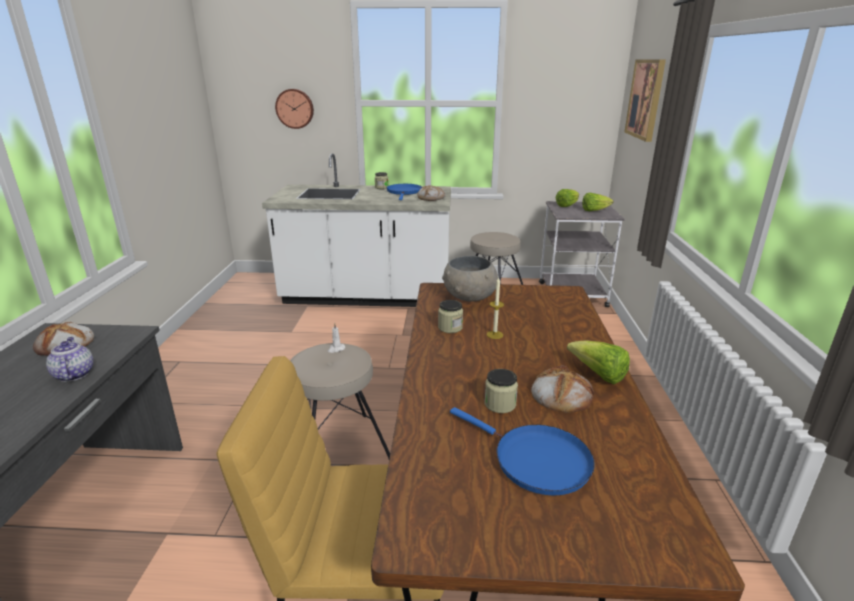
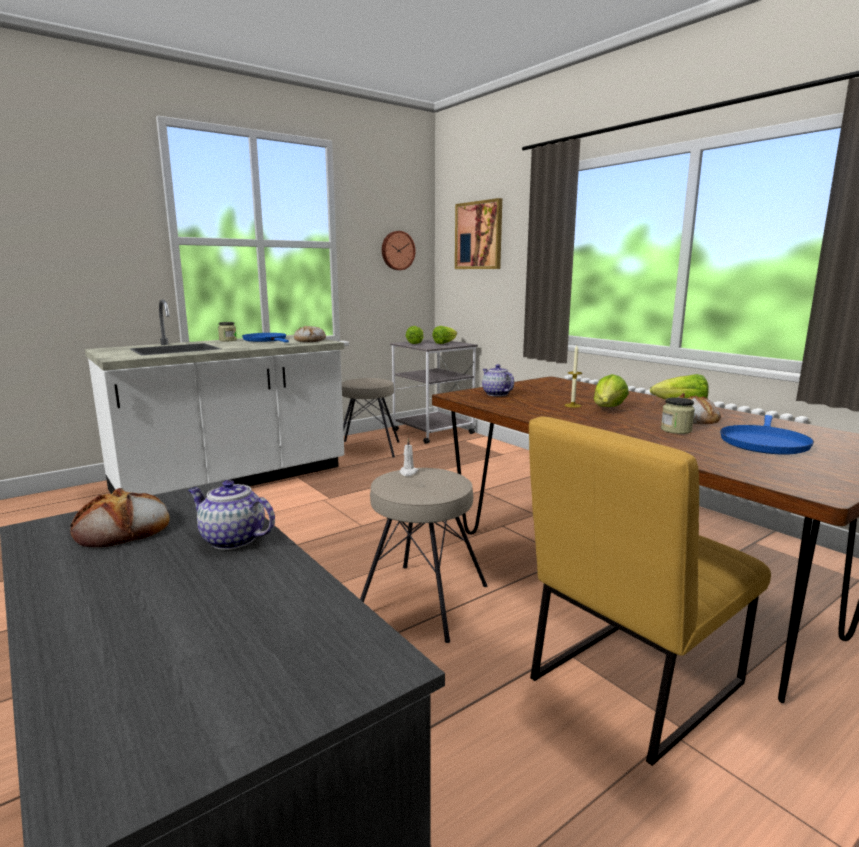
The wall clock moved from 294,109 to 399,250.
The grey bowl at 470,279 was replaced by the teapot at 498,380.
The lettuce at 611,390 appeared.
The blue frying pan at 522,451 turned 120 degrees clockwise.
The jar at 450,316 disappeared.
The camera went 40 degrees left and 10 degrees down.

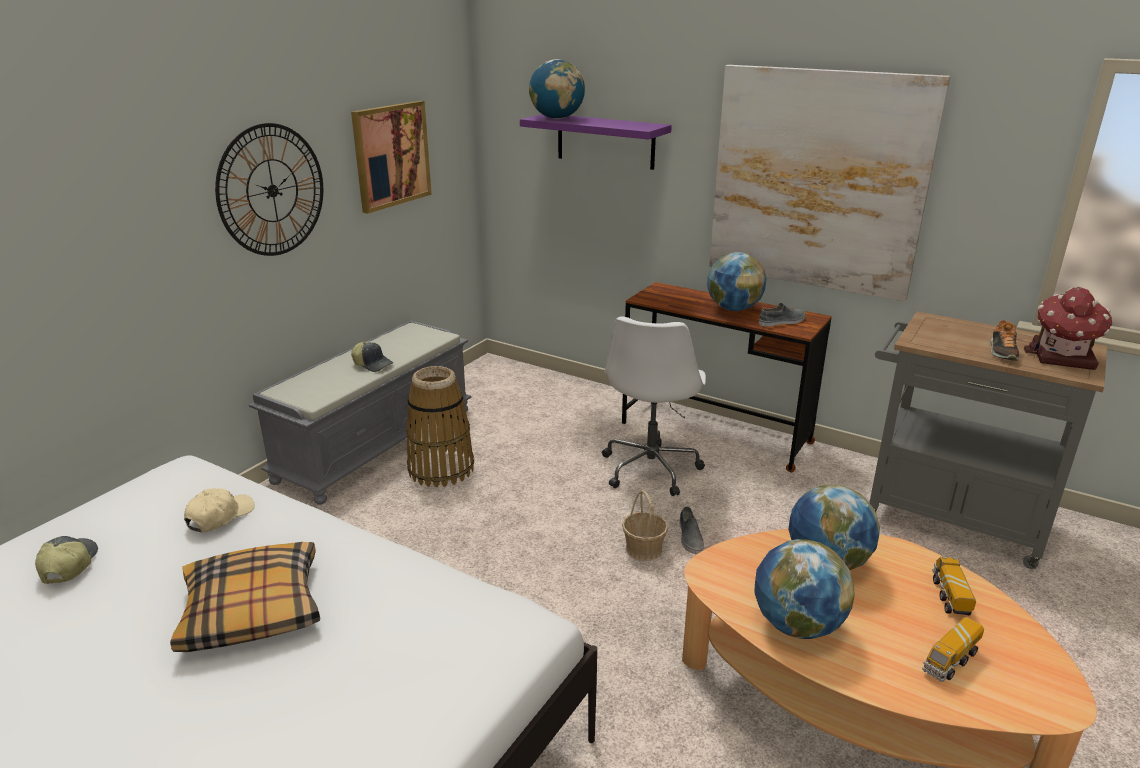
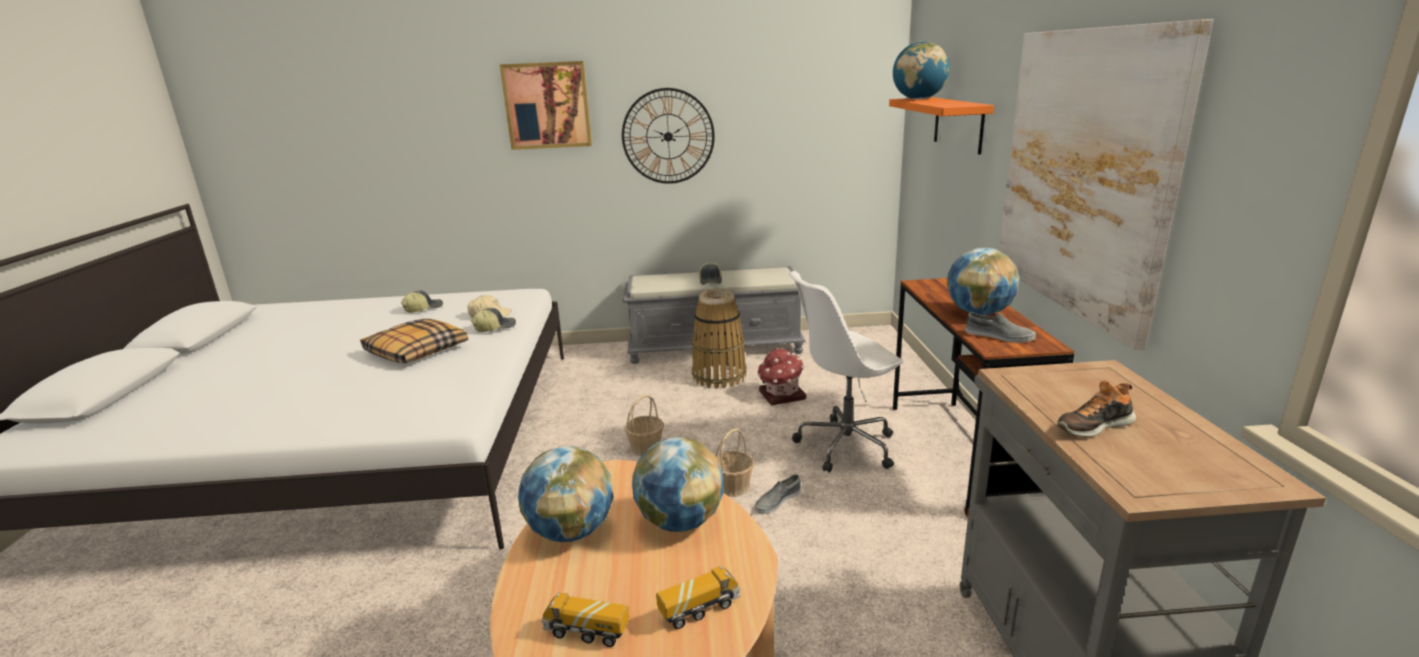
The cap at 493,320 appeared.
The picture moved from 391,157 to 546,105.
The basket at 644,425 appeared.
The toy house moved from 1068,328 to 782,376.
The purple shelf at 596,142 became the orange shelf at 941,126.
The camera went 55 degrees right and 5 degrees down.

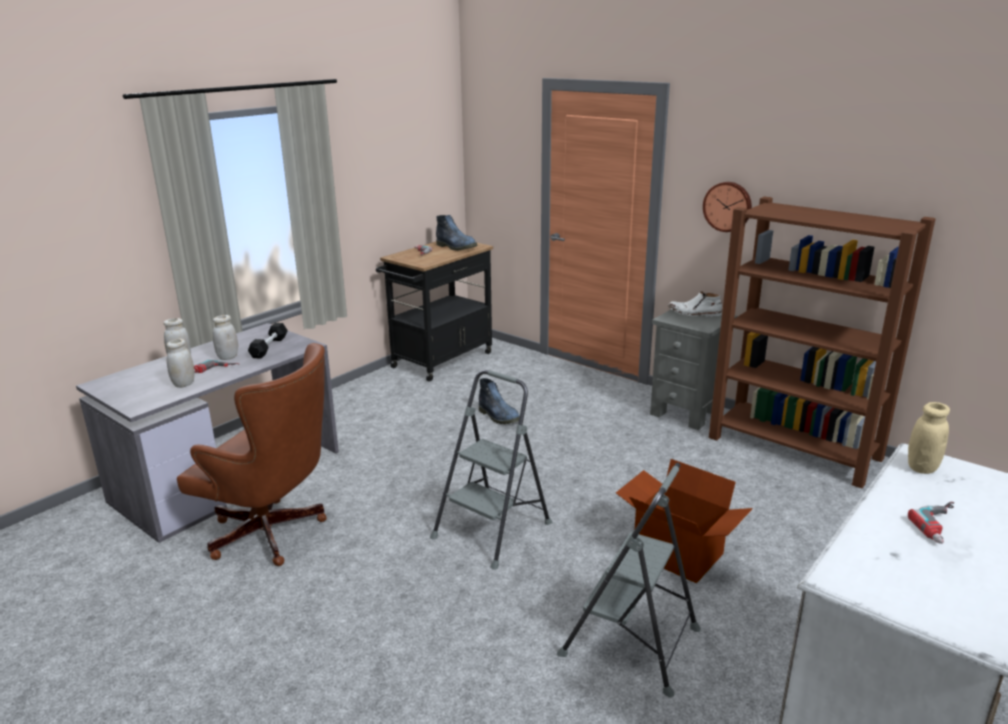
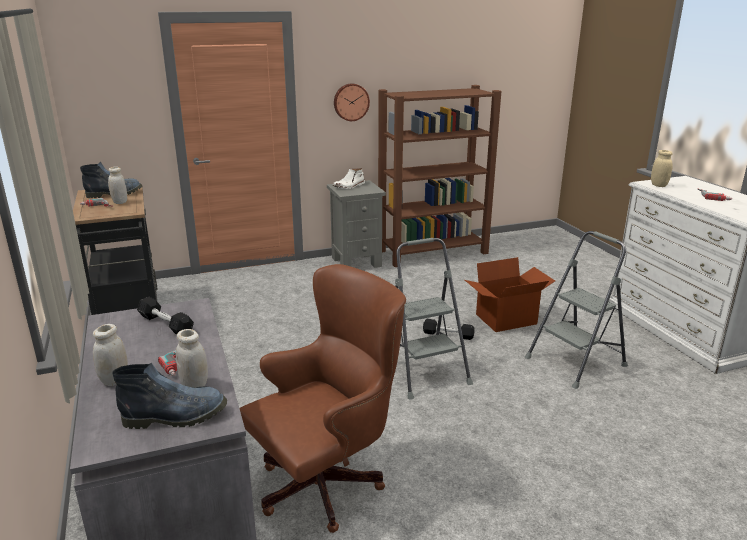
The white jar moved from 225,337 to 117,185.
The boot moved from 499,401 to 169,396.
The black dumbbell at 449,329 appeared.
The camera went 60 degrees left and 0 degrees up.

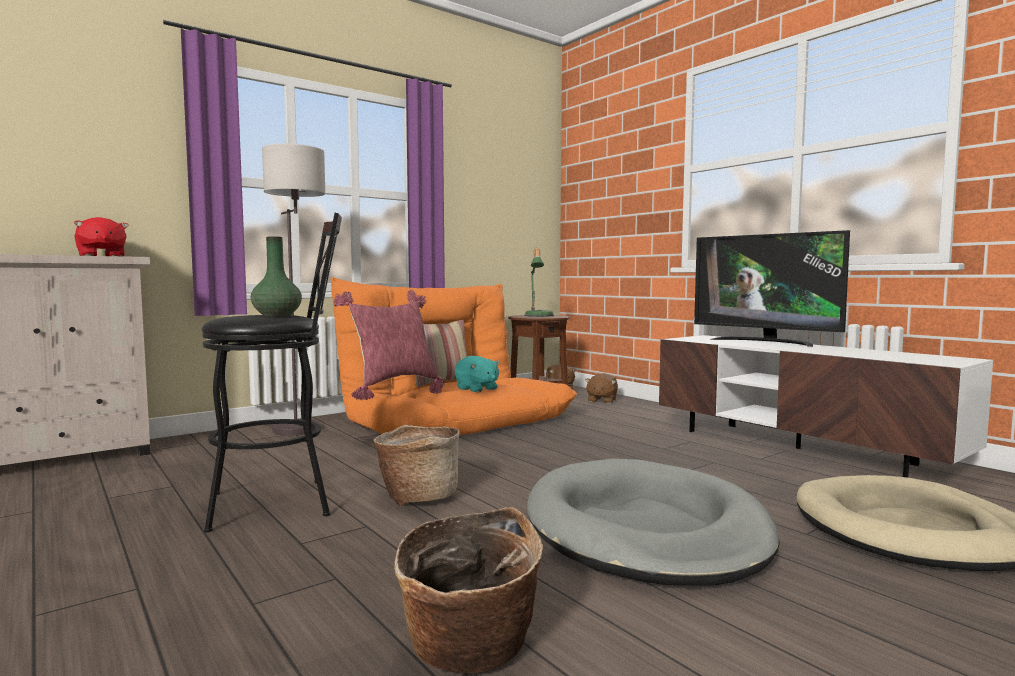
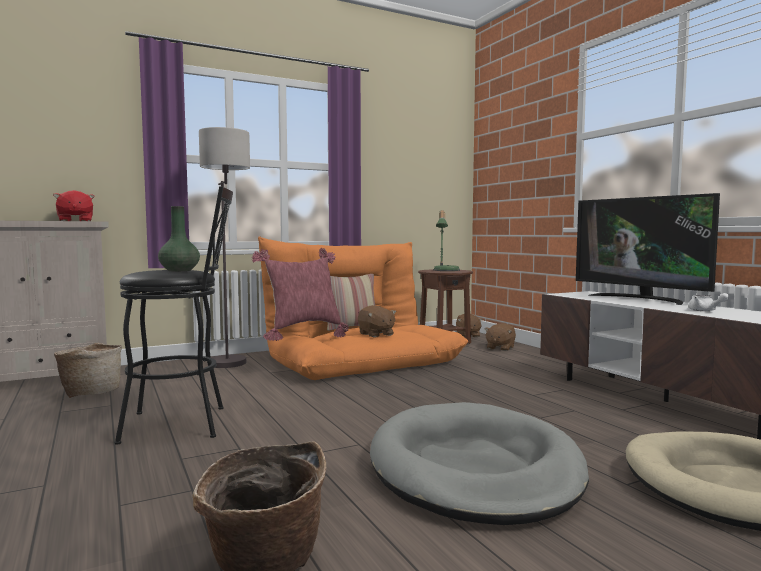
The basket moved from 416,465 to 88,370.
The turquoise plush toy at 477,374 became the brown plush toy at 377,321.
The white teapot at 708,302 appeared.
The camera went 10 degrees right and 0 degrees up.

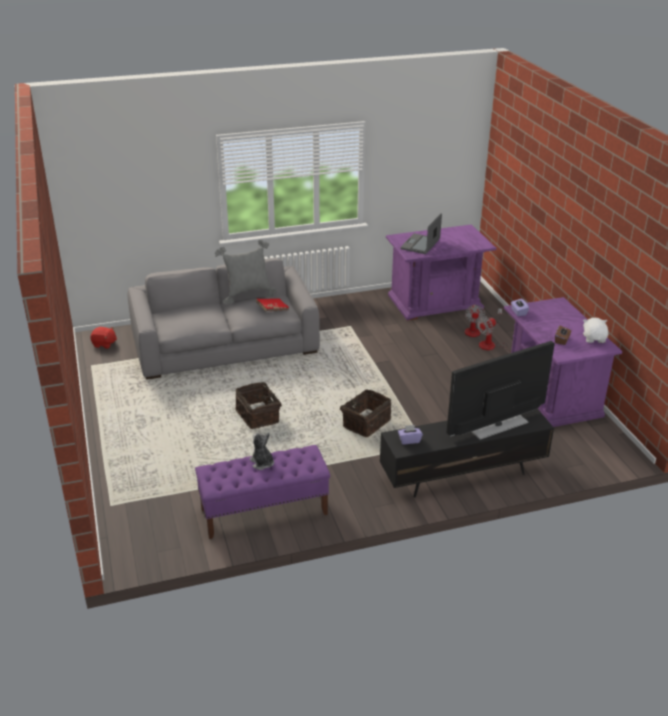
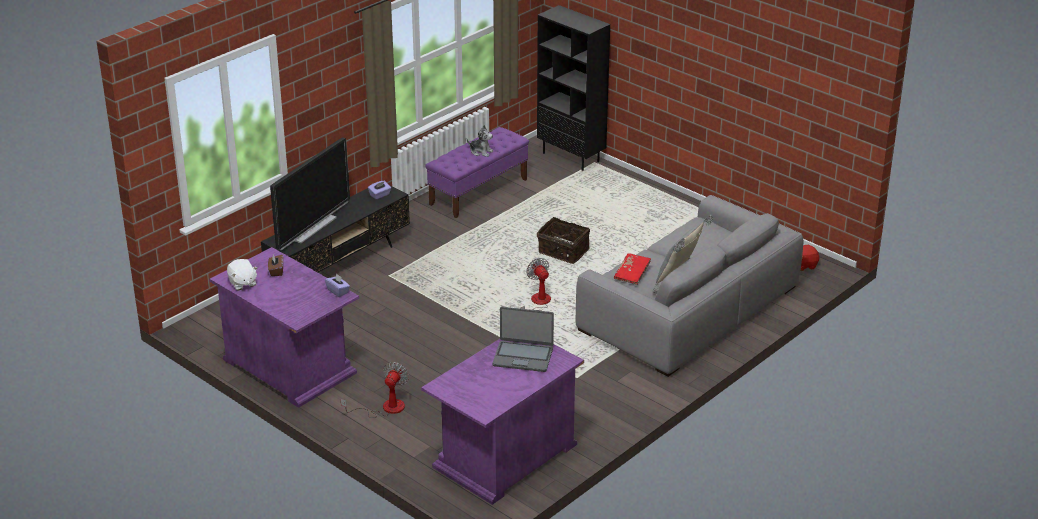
The laptop at 421,233 turned 105 degrees clockwise.
The fan moved from 483,320 to 535,284.
The black bookcase at 573,88 appeared.
The basket at 363,413 disappeared.
The camera went 150 degrees right and 0 degrees up.

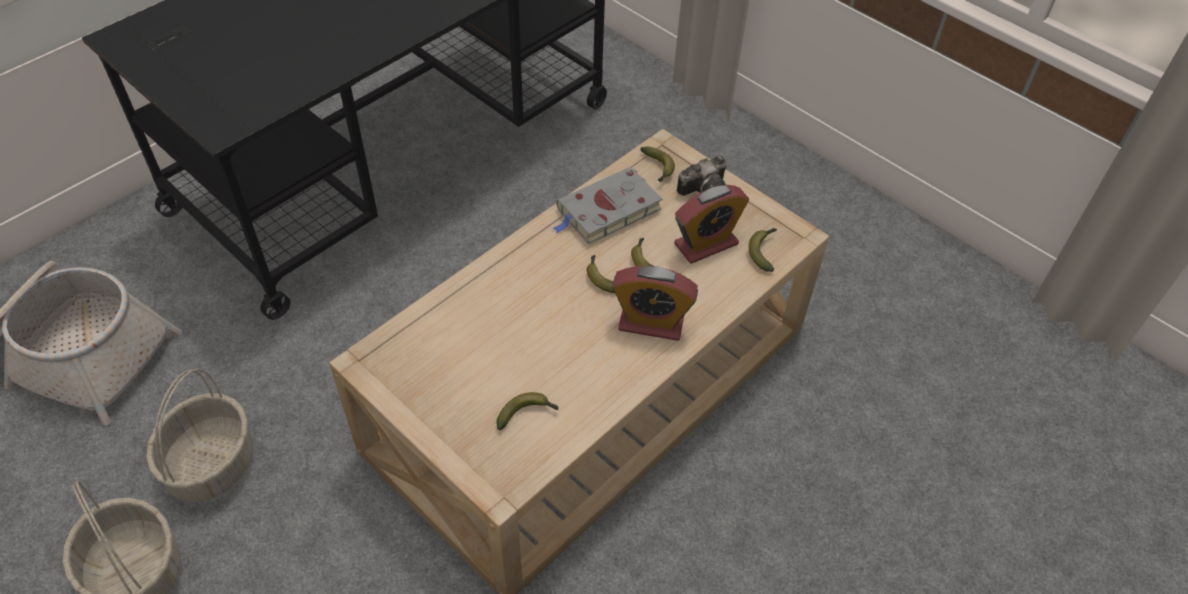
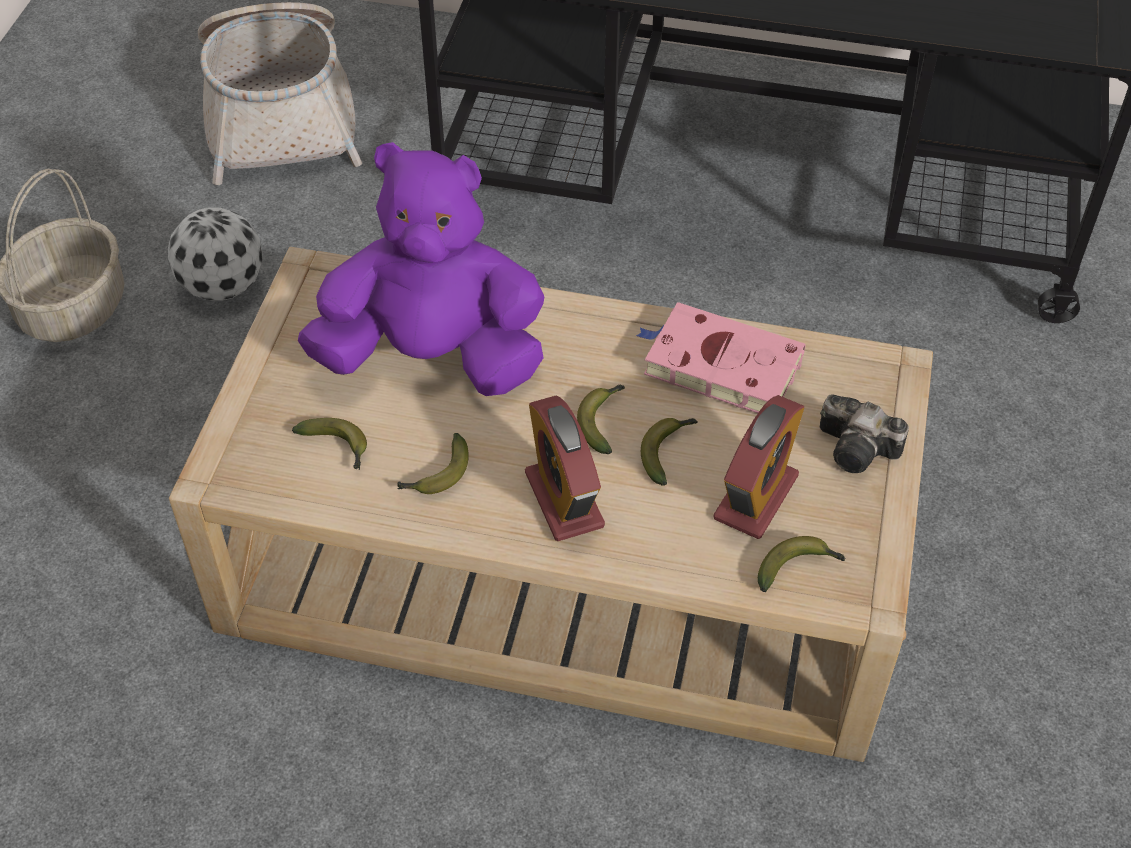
The basket at 199,435 was replaced by the football at 215,254.
The purple plush toy at 421,269 appeared.
The banana moved from 657,164 to 433,463.
The grey book at 607,205 became the pink book at 721,357.
The alarm clock at 711,224 turned 90 degrees counterclockwise.
The camera went 60 degrees right and 0 degrees up.

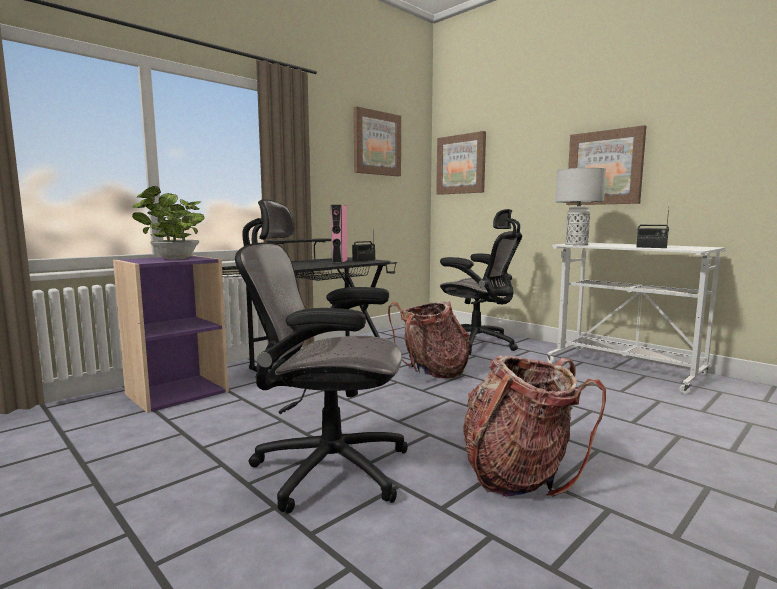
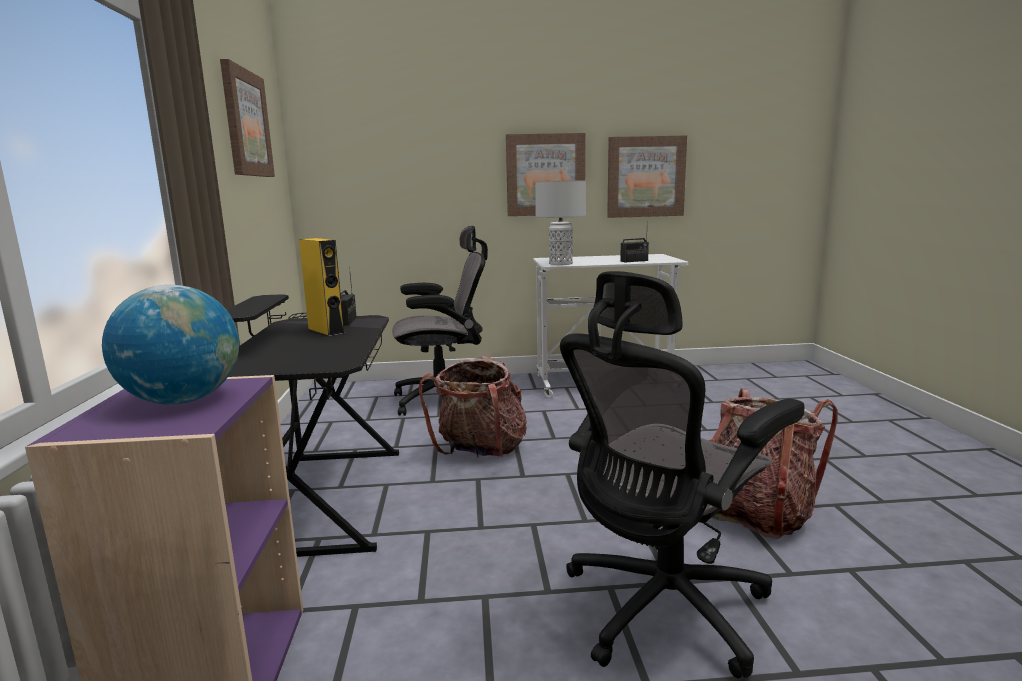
The potted plant at 168,222 was replaced by the globe at 170,344.
The pink speaker at 339,234 became the yellow speaker at 321,287.
The picture moved from 461,163 to 647,176.
The camera went 50 degrees left and 5 degrees up.

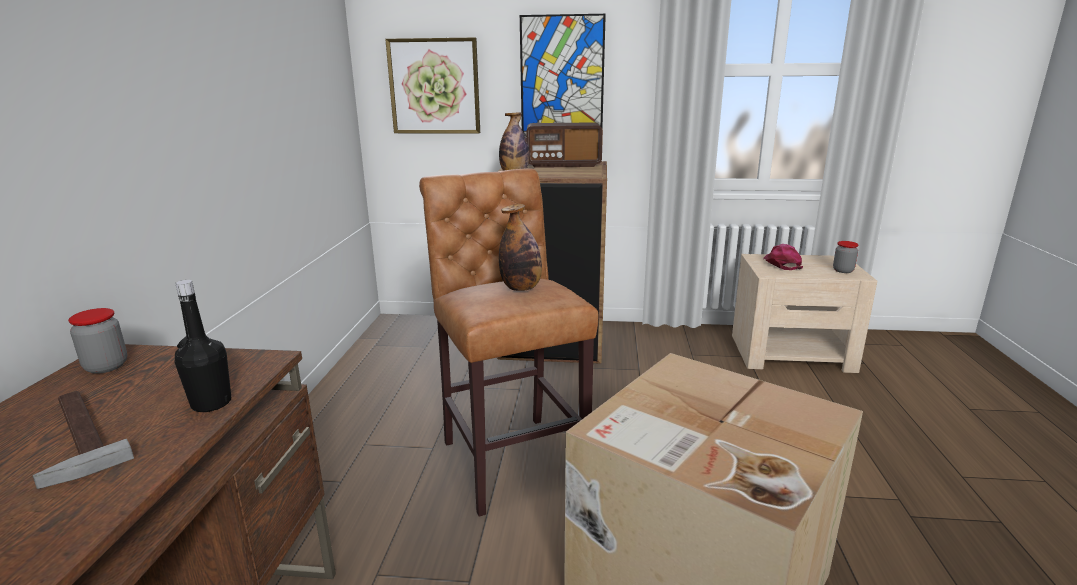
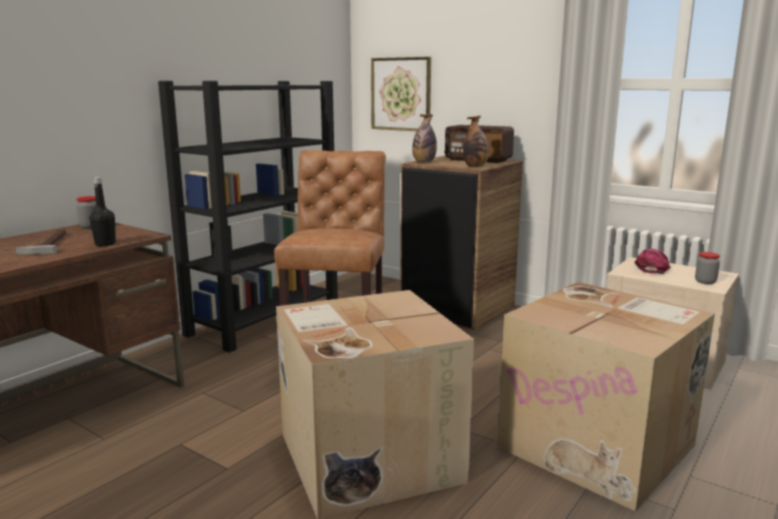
The black bookcase at 248,217 appeared.
The bottle moved from 520,247 to 476,141.
The cardboard box at 606,396 appeared.
The picture at 563,76 disappeared.
The camera went 30 degrees right and 5 degrees down.

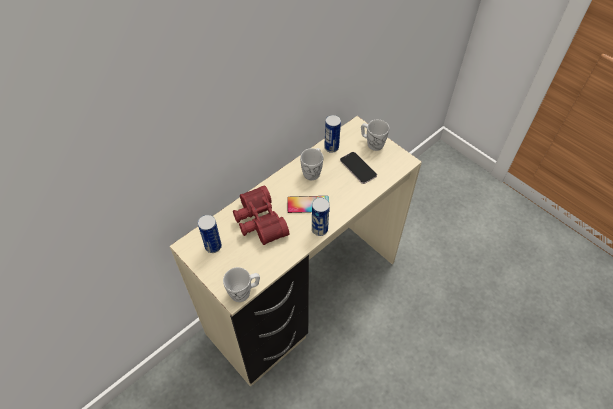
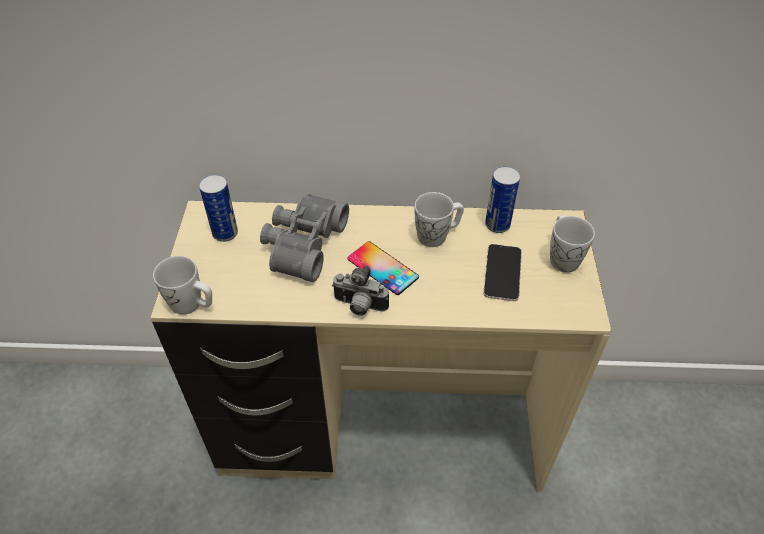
The red binoculars at 261,215 became the grey binoculars at 304,238.
The can at 321,217 was replaced by the photo camera at 360,290.
The camera went 45 degrees right and 5 degrees down.

